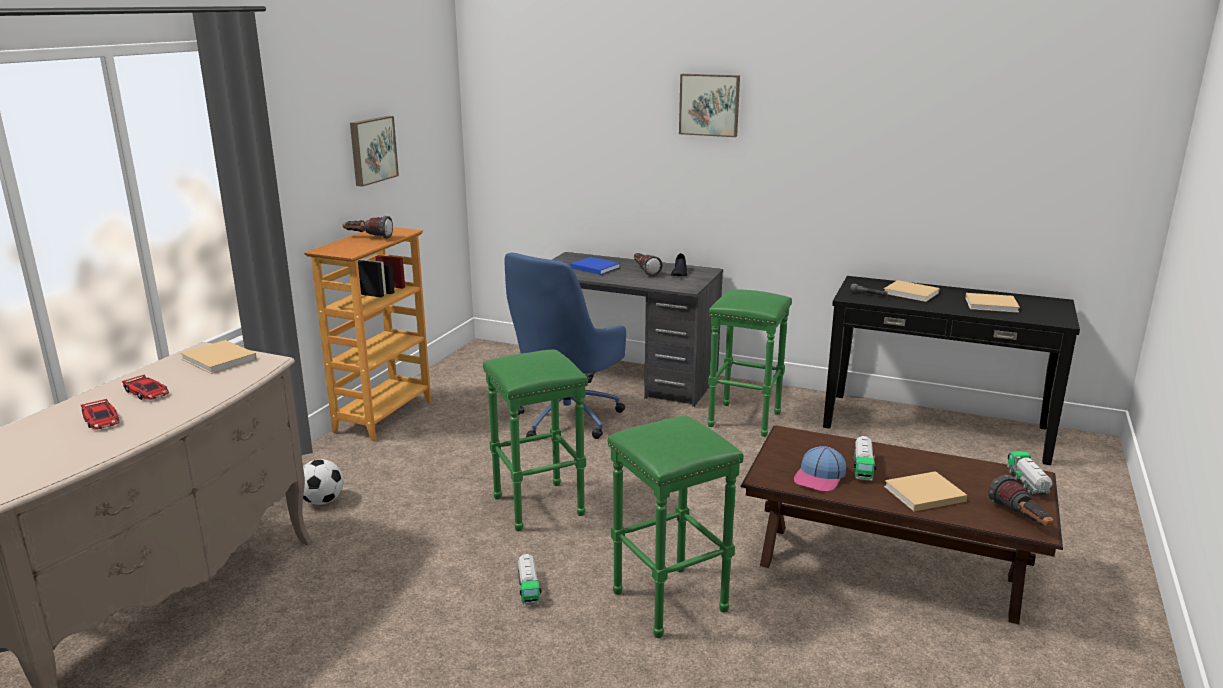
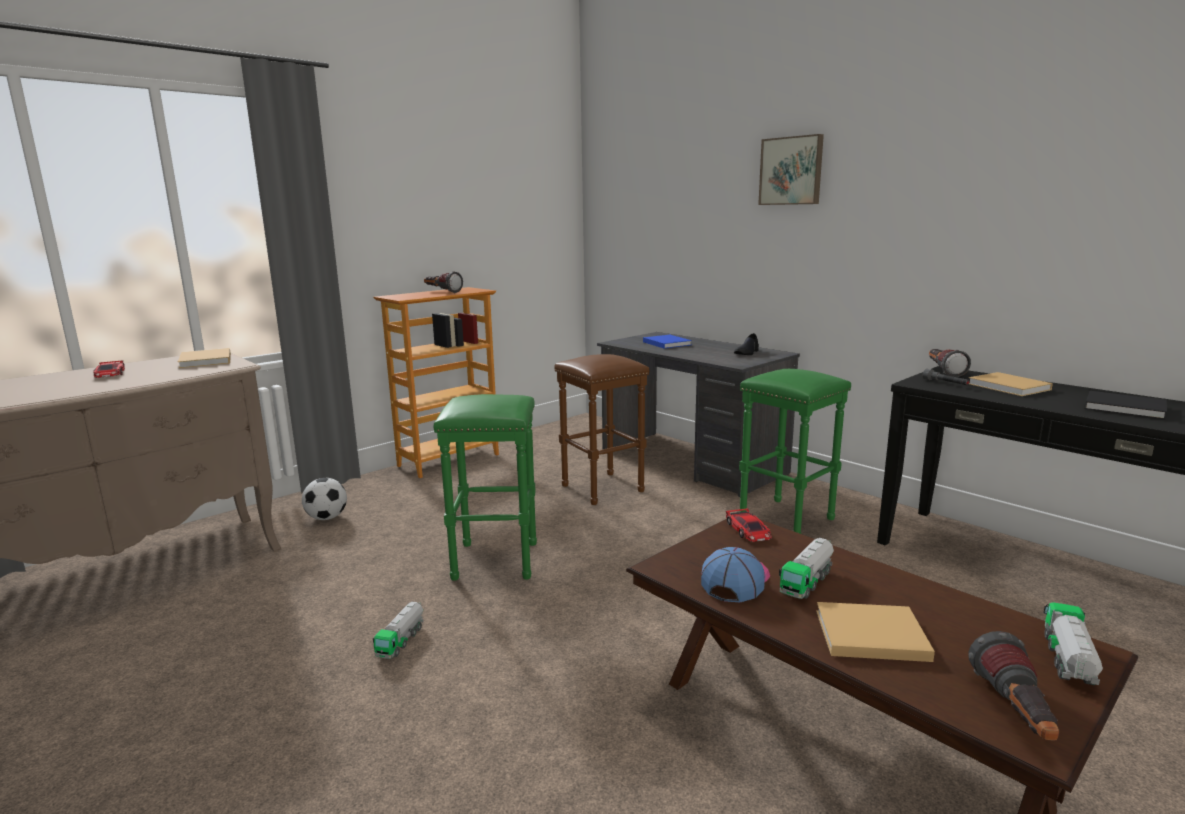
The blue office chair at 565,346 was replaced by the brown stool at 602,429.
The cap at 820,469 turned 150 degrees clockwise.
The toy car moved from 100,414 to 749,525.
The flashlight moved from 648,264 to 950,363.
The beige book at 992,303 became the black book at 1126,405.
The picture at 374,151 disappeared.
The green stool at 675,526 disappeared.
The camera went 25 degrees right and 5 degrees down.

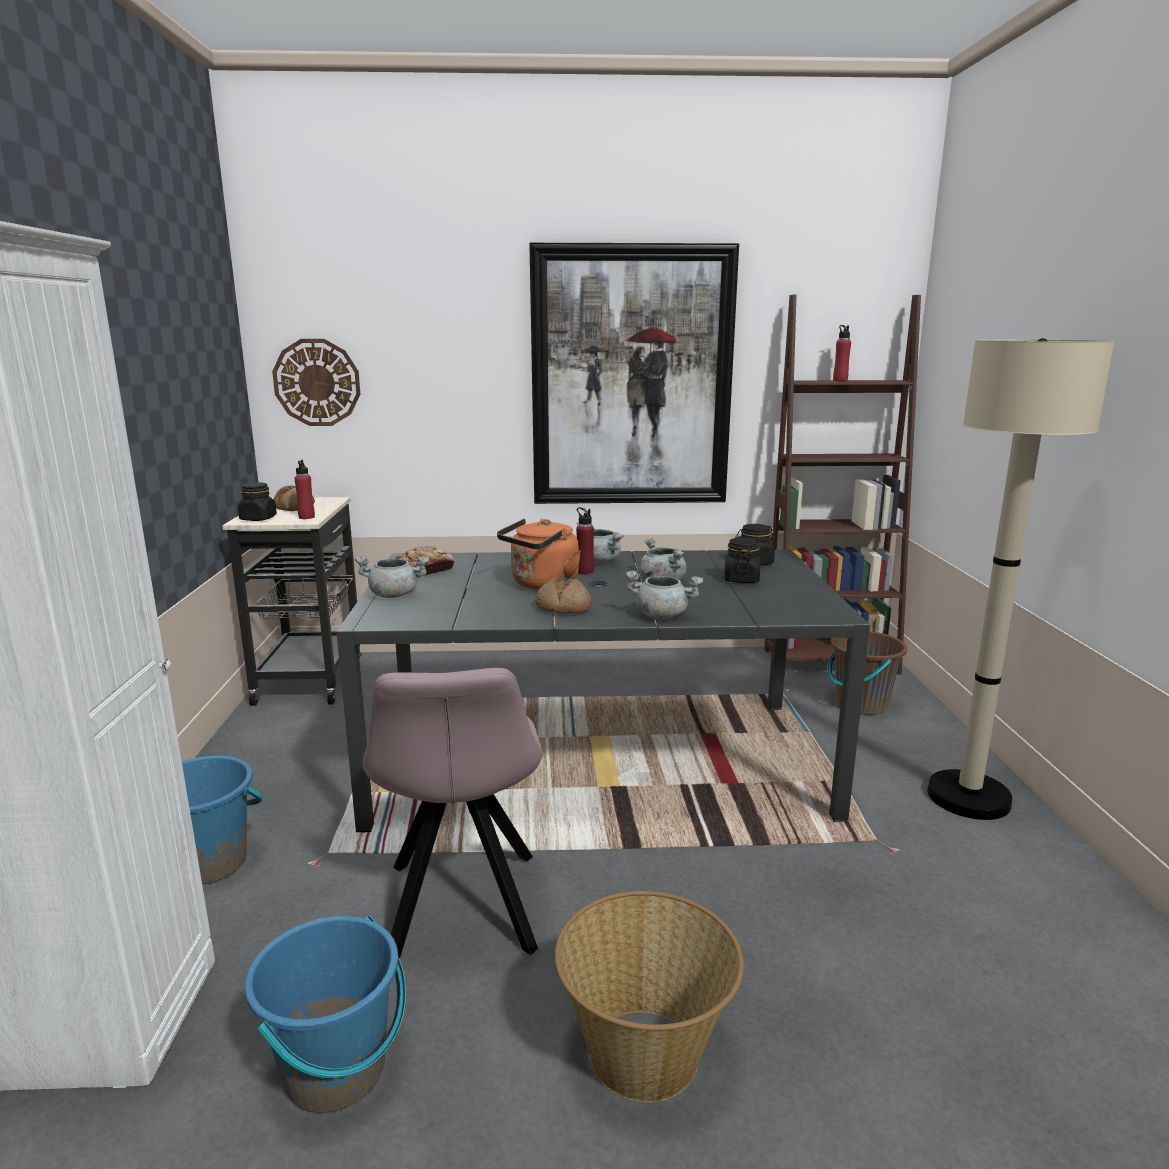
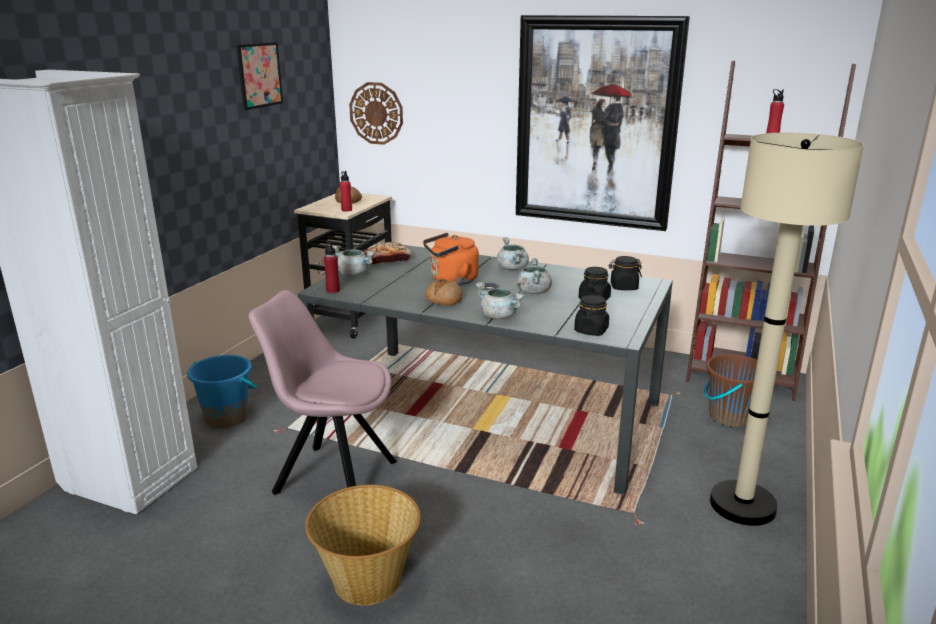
The picture at 259,76 appeared.
The pink chair at 452,813 turned 90 degrees clockwise.
The red bottle moved from 585,541 to 332,267.
The black jar moved from 257,501 to 591,315.
The blue bucket at 325,1014 disappeared.
The camera went 25 degrees right and 5 degrees up.

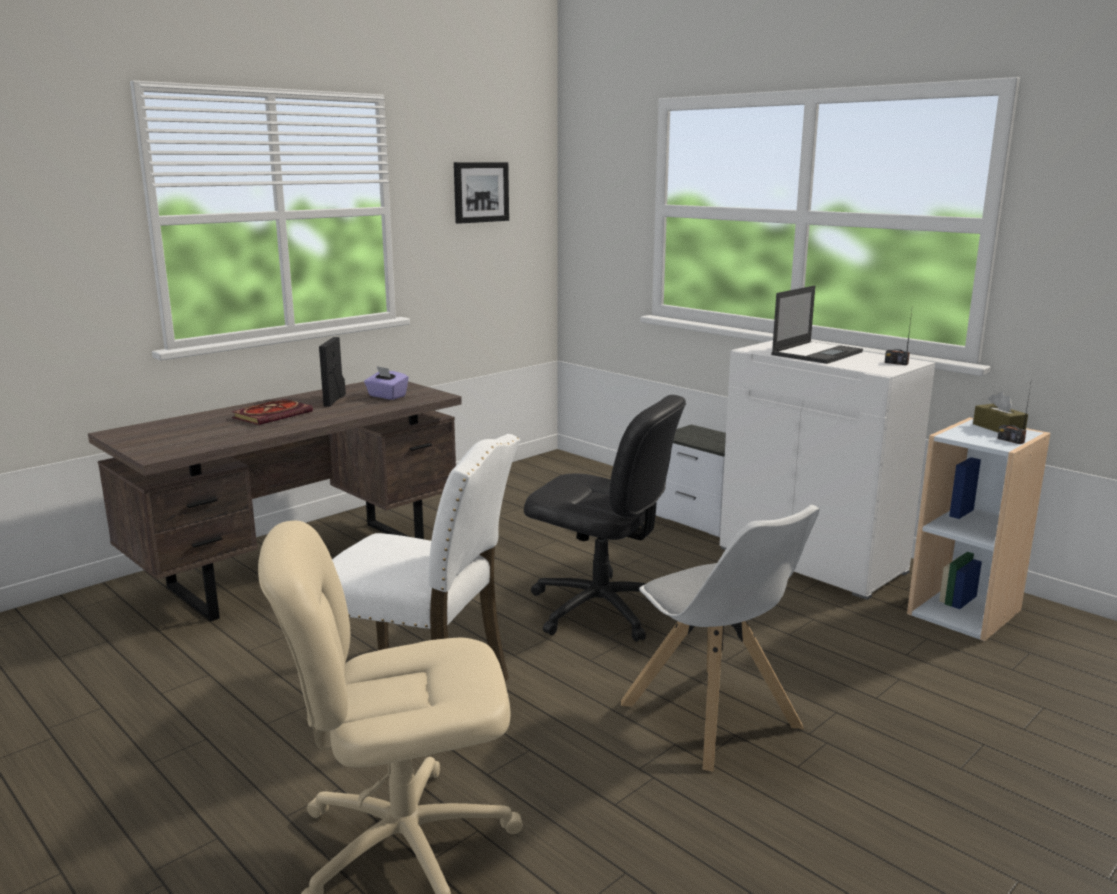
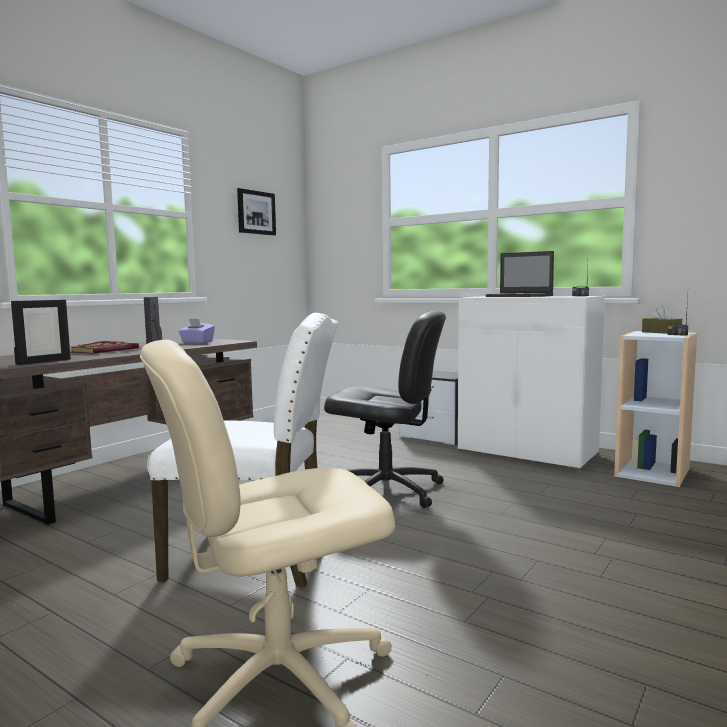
The picture frame at 41,332 appeared.
The laptop at 817,324 turned 90 degrees clockwise.
The chair at 720,638 disappeared.
The camera went 10 degrees left and 10 degrees down.

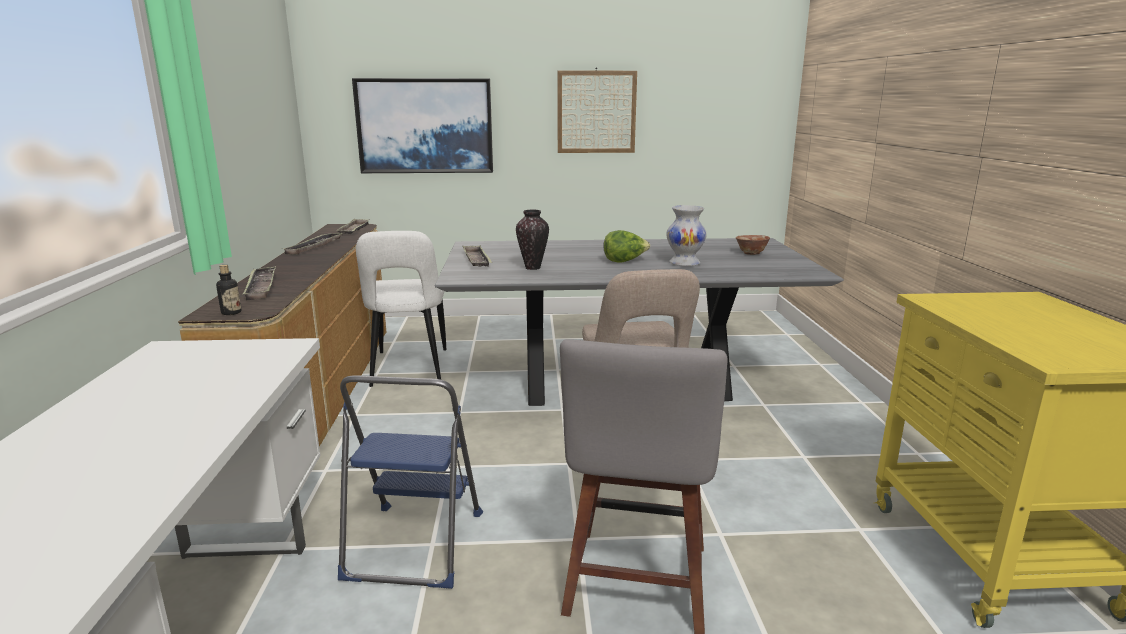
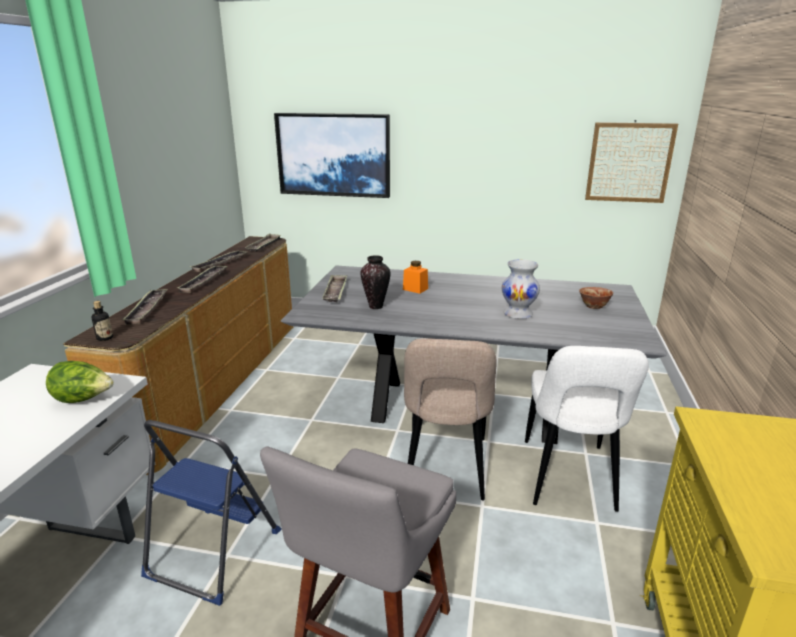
The lettuce moved from 626,246 to 80,382.
The tray at 202,279 appeared.
The orange jar at 415,277 appeared.
The white chair moved from 401,309 to 587,429.
The picture moved from 597,110 to 631,161.
The camera went 15 degrees right and 5 degrees up.

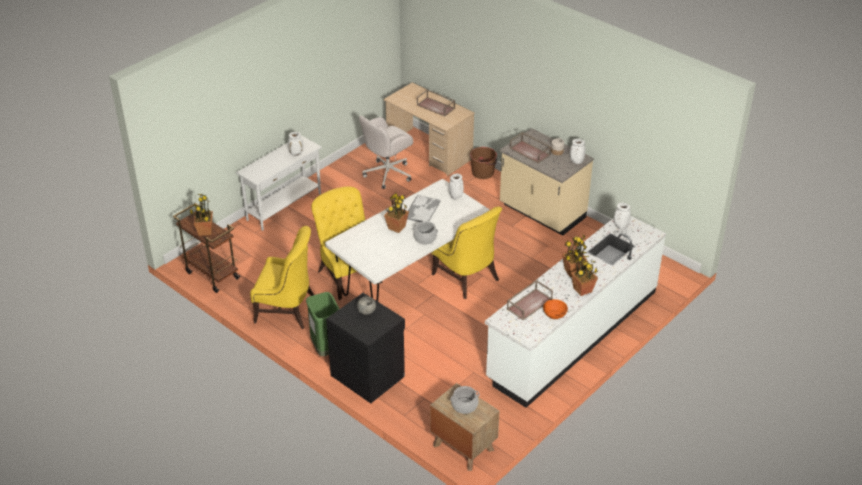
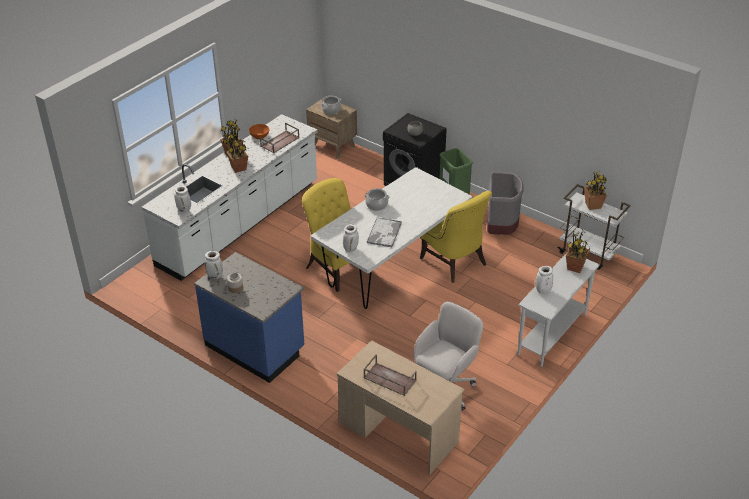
The beige counter at 547,181 became the blue counter at 249,317.
The yellow chair at 282,277 was replaced by the grey trash can at 505,203.
The brown cart at 207,248 became the white cart at 594,227.
The potted plant moved from 396,213 to 578,251.
The brown bucket at 483,163 disappeared.
The brown tray at 530,147 disappeared.
The camera went 175 degrees right and 0 degrees up.

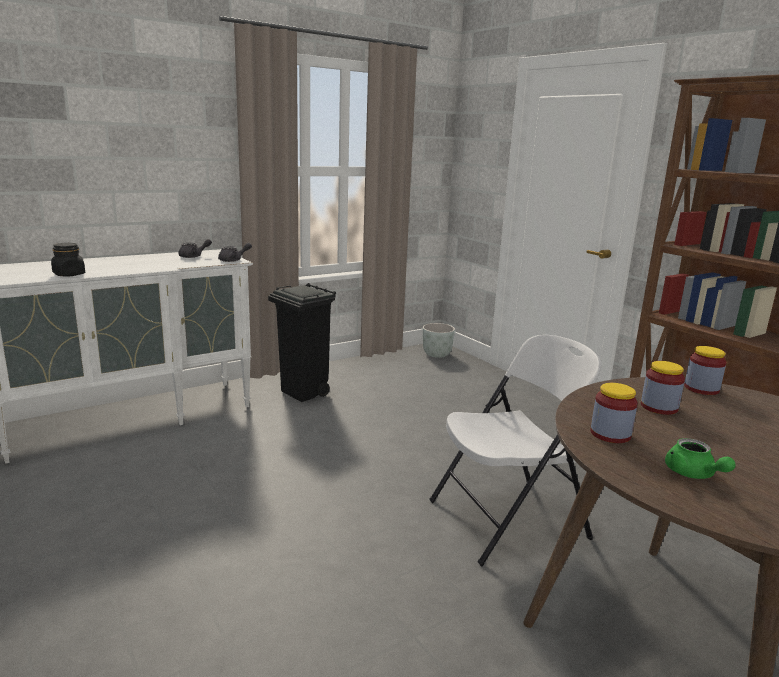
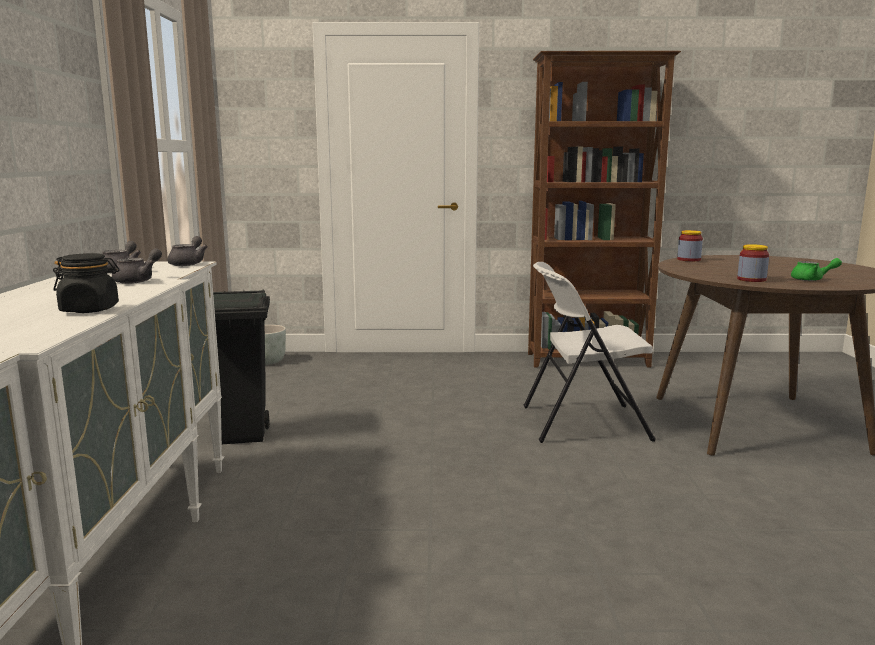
The grey teapot at 137,266 appeared.
The white chair at 515,451 turned 105 degrees counterclockwise.
The jar at 663,388 disappeared.
The camera went 55 degrees left and 5 degrees down.

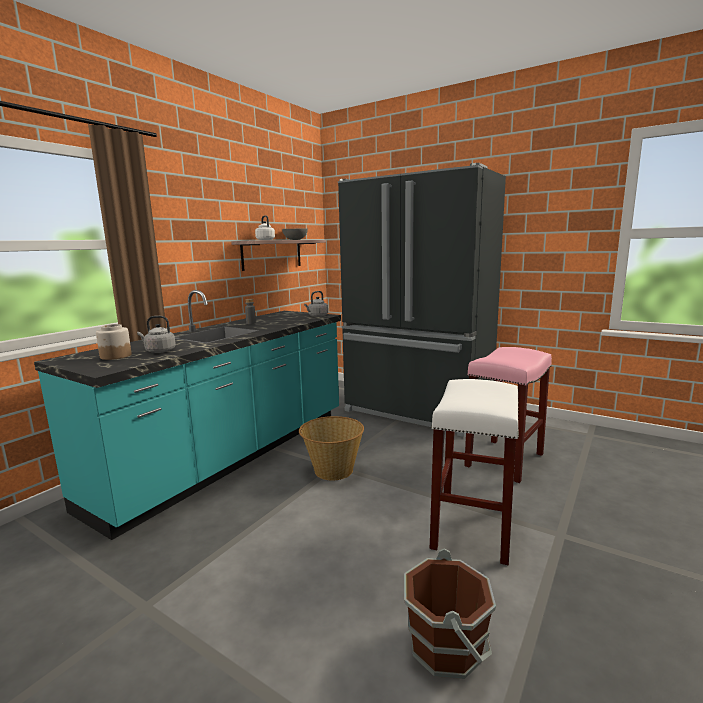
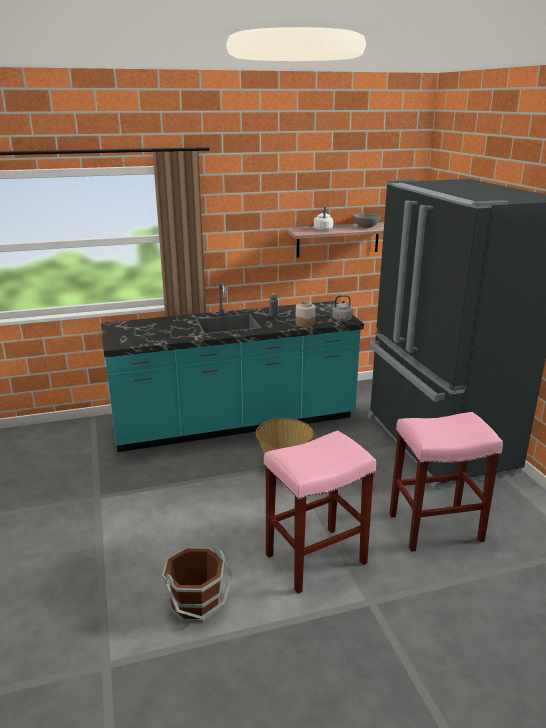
The white stool at 474,472 became the pink stool at 320,512.
The jar moved from 114,342 to 305,314.
The grey kettle at 156,334 disappeared.
The camera went 40 degrees right and 10 degrees up.

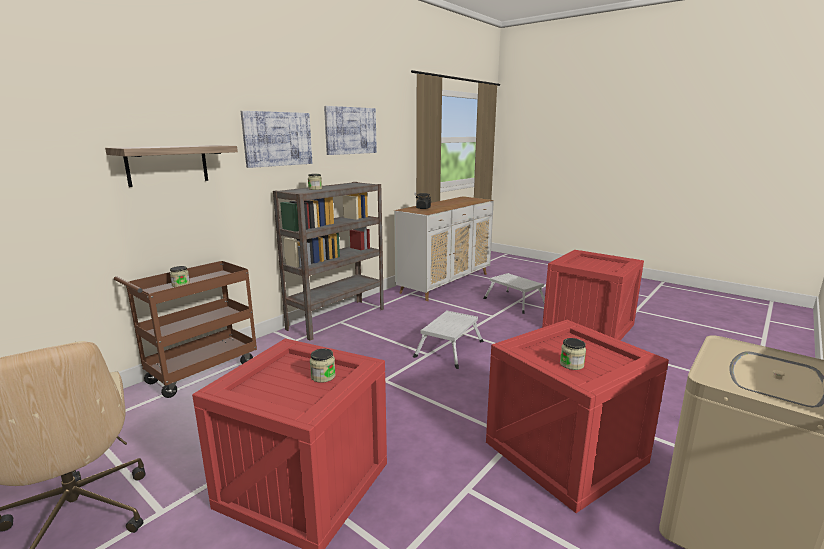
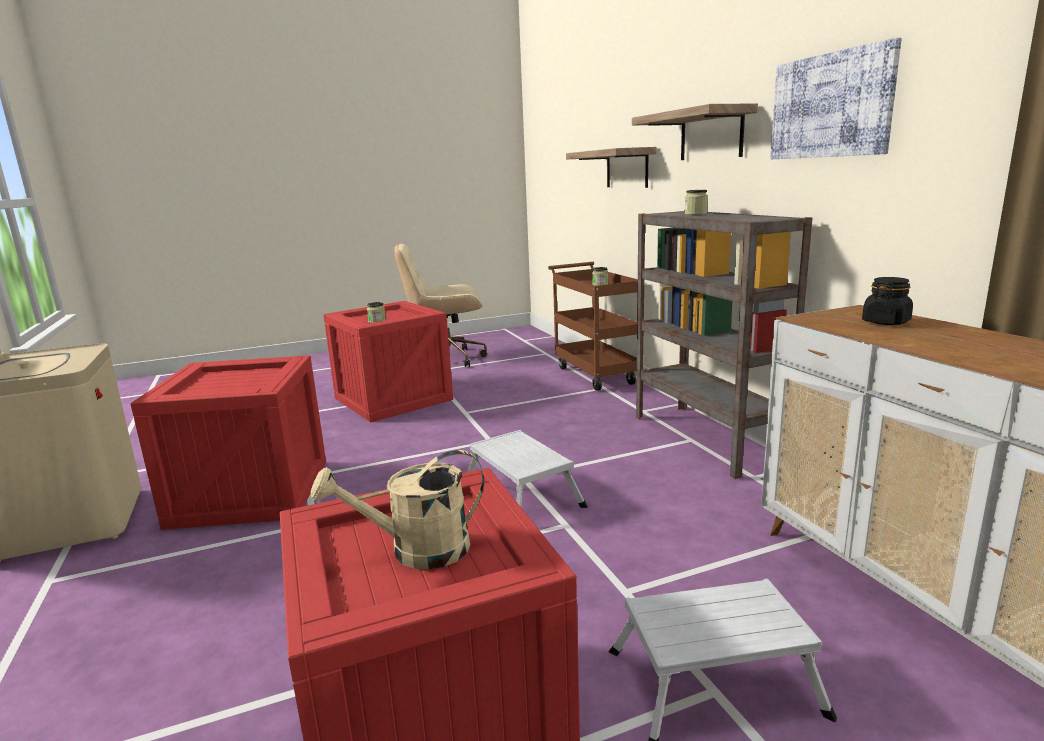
The beige watering can at 397,509 appeared.
The picture at 276,139 was replaced by the shelf at 695,131.
The jar at 573,354 disappeared.
The camera went 120 degrees right and 0 degrees up.

